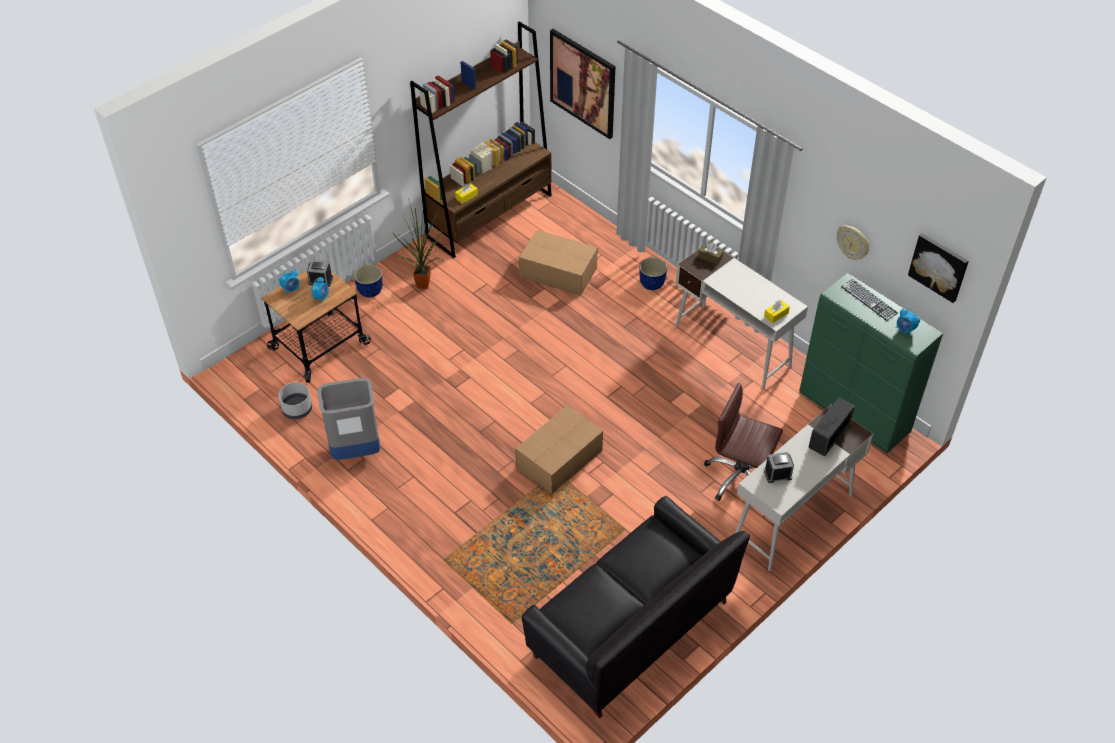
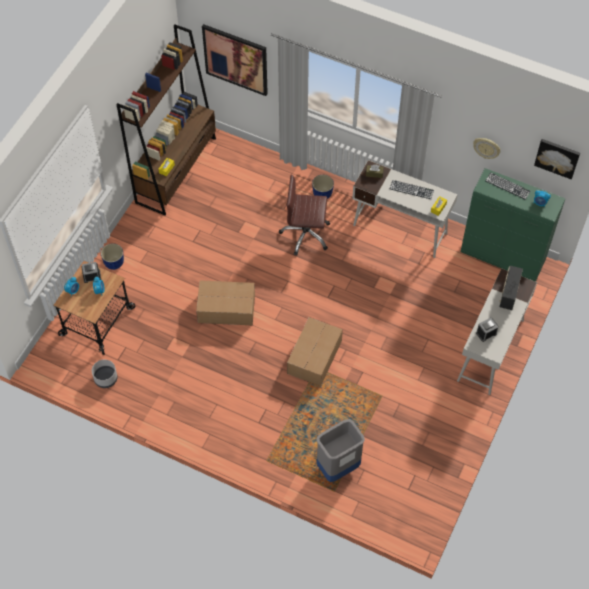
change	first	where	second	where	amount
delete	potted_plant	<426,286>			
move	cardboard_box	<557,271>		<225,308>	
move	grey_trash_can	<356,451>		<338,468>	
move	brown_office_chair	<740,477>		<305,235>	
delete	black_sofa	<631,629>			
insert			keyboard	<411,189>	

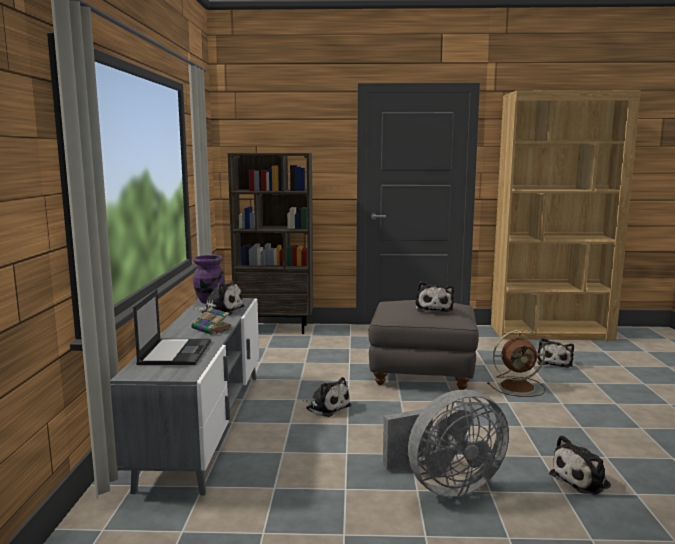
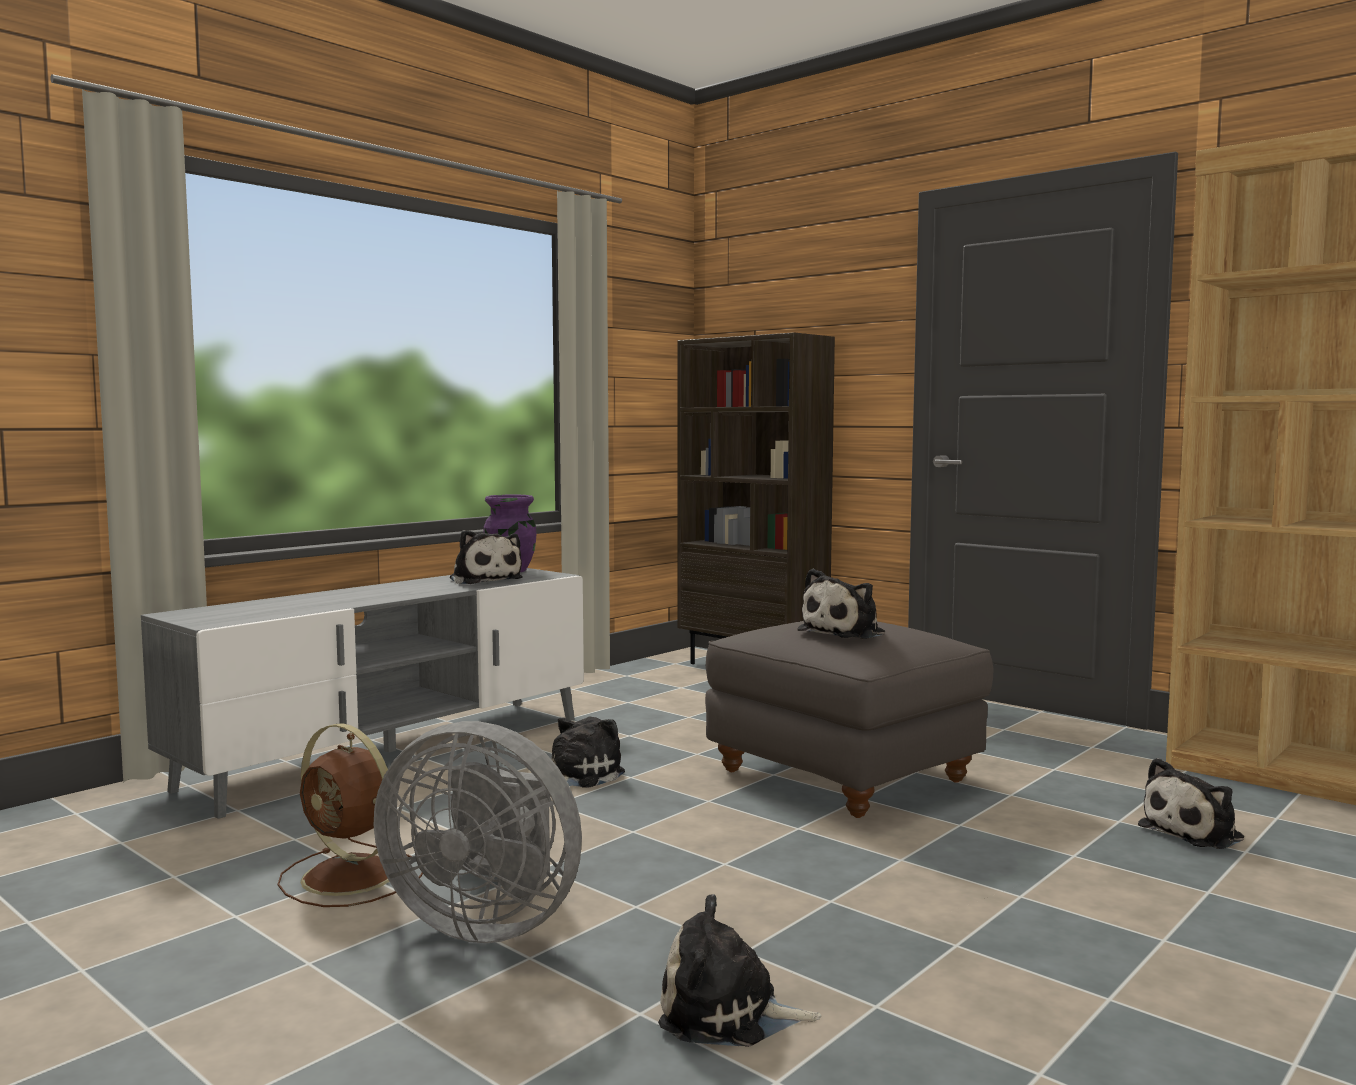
change	first	where	second	where	amount
delete	laptop	<175,352>			
delete	book	<212,329>			
move	brown_fan	<518,386>		<352,877>	
rotate	plush_toy	<326,407>		<578,776>	135 degrees counterclockwise

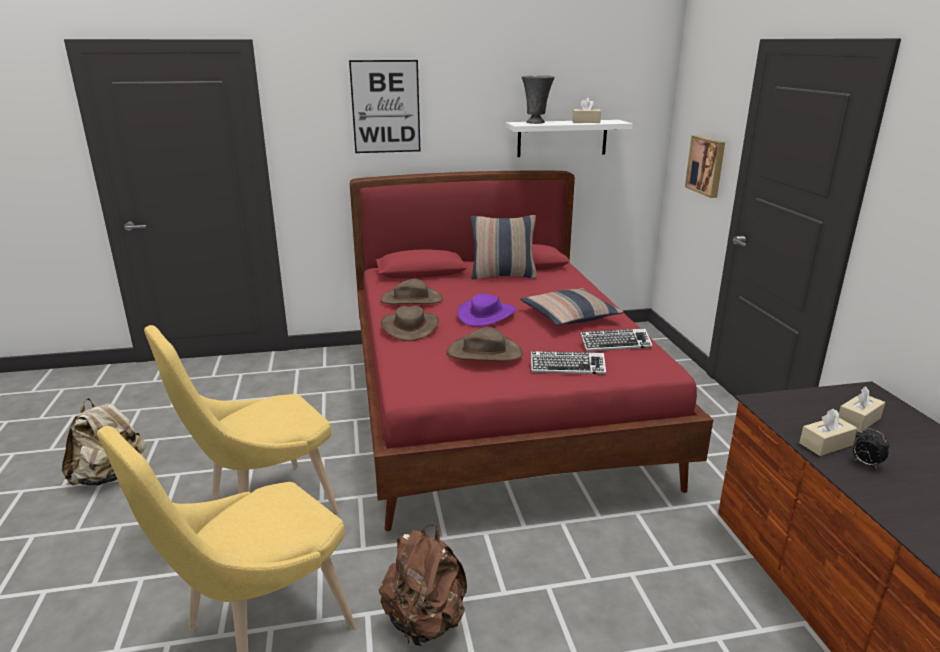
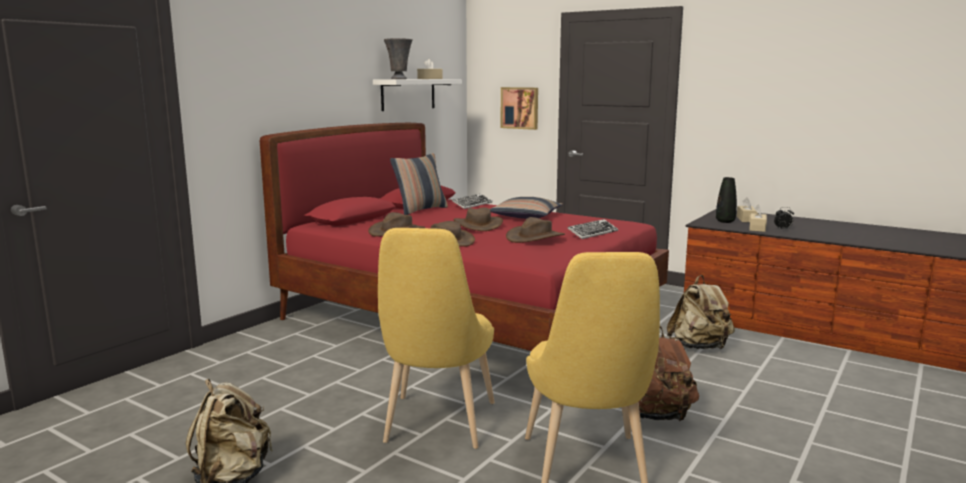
change	first	where	second	where	amount
delete	picture	<385,107>			
recolor	purple_hat	<487,315>	brown_hat	<478,225>	
move	keyboard	<615,344>		<472,204>	
insert			black_vase	<725,221>	
insert			beige_backpack	<699,347>	

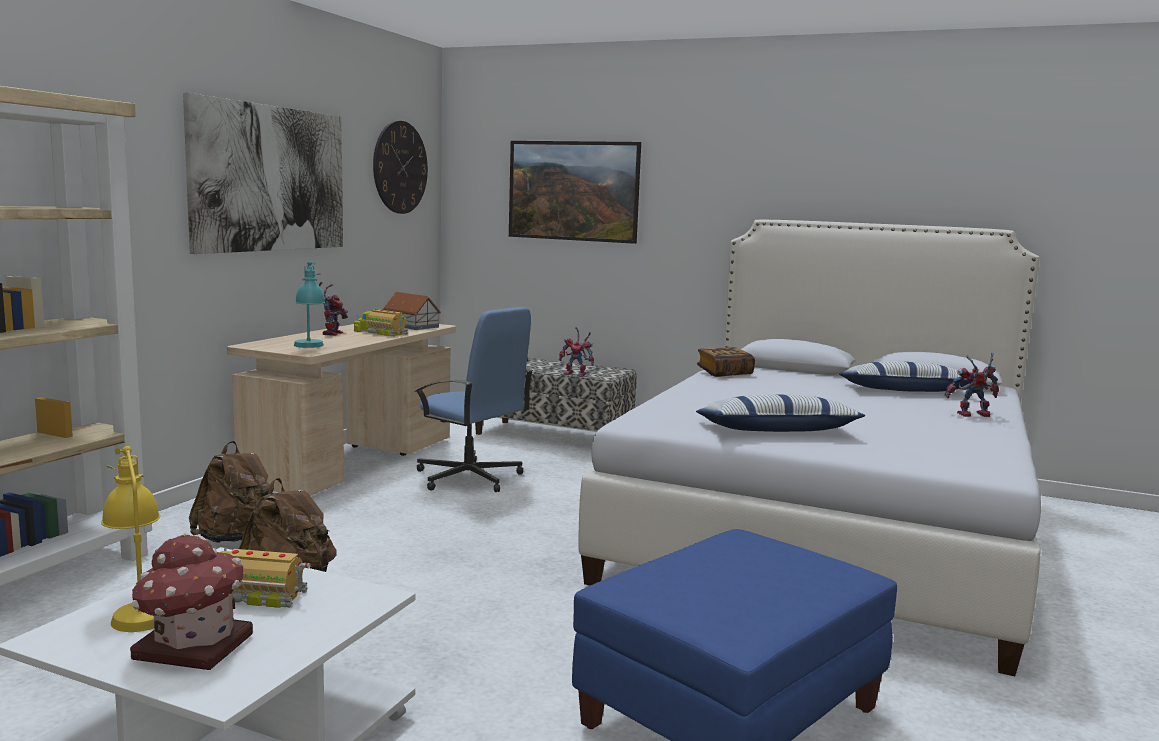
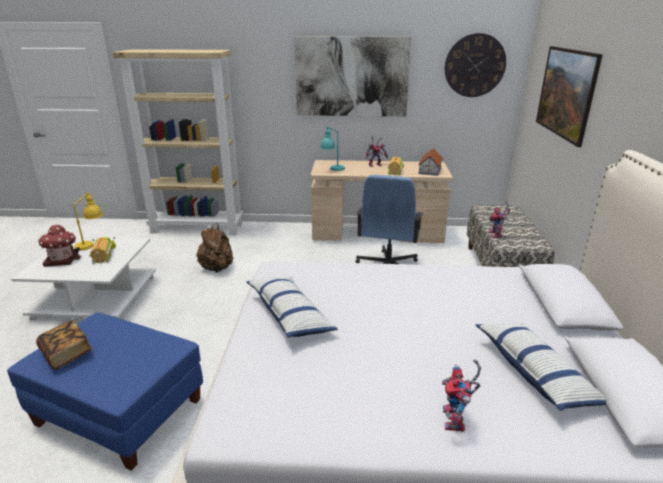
change	first	where	second	where	amount
move	book	<724,373>		<66,353>	
rotate	toy_robot	<971,415>		<456,422>	150 degrees counterclockwise
delete	brown_backpack	<237,540>			

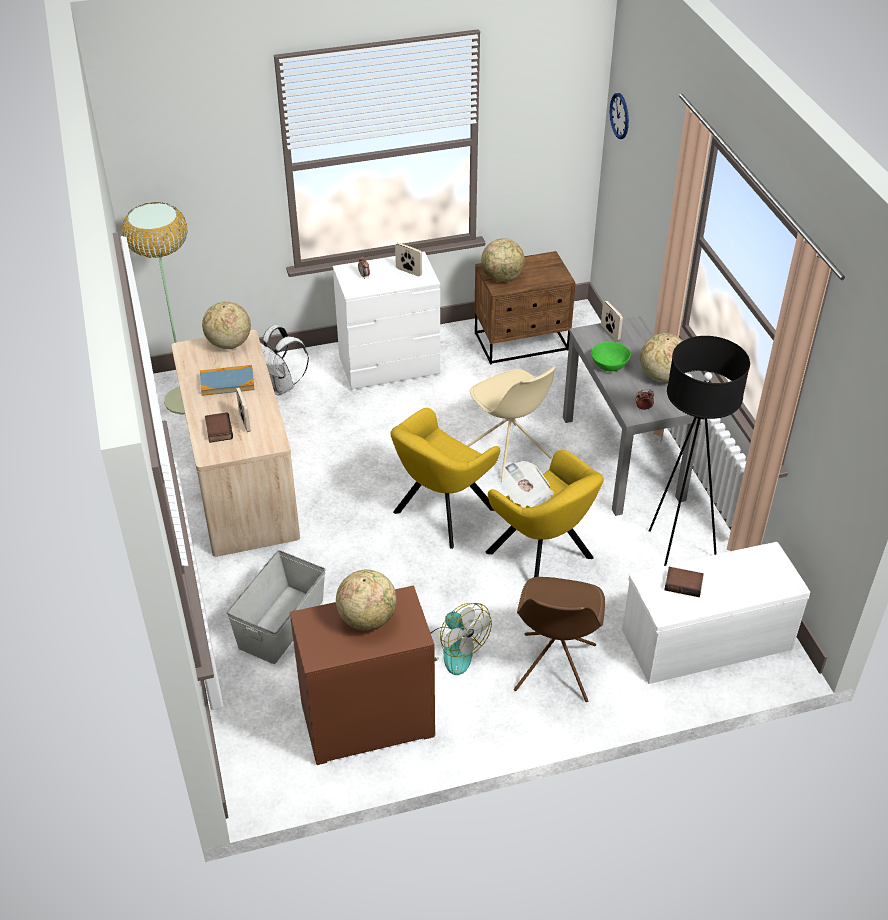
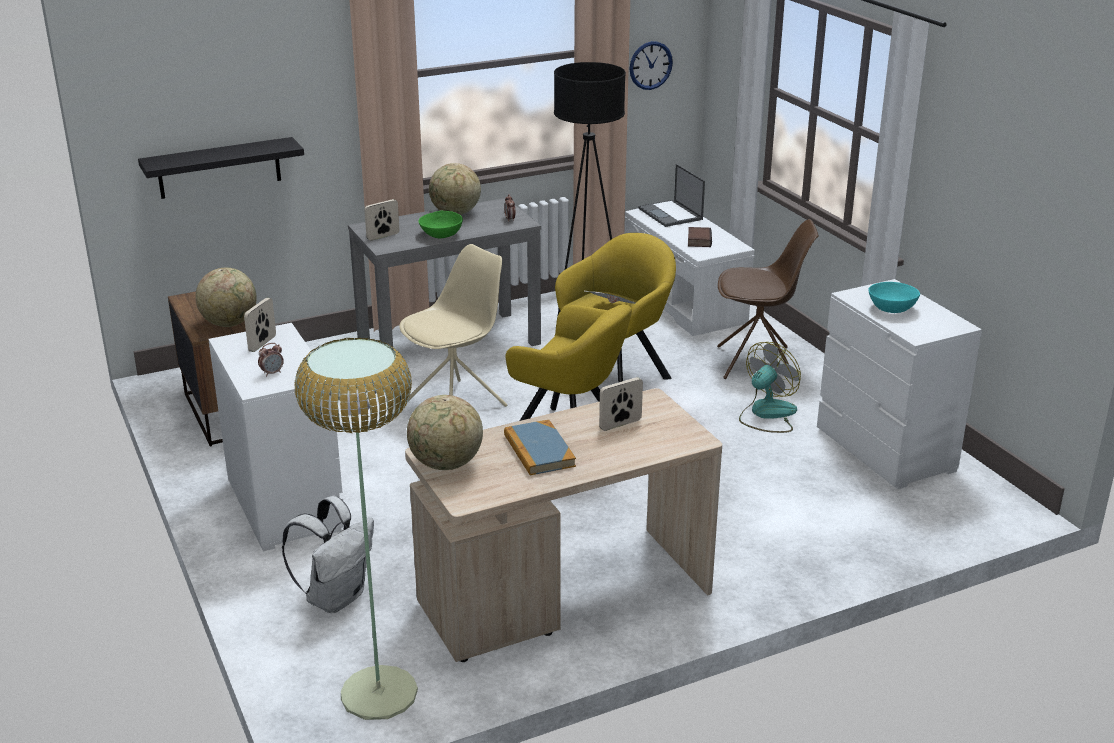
change	first	where	second	where	amount
move	wall_clock	<619,116>		<650,65>	
delete	book	<218,430>			
delete	grey_storage_box	<280,624>			
replace	globe	<367,619>	turquoise_bowl	<891,308>	
recolor	brown_dresser	<366,721>	white_dresser	<885,450>	
insert			black_shelf	<219,168>	
insert			laptop	<671,214>	

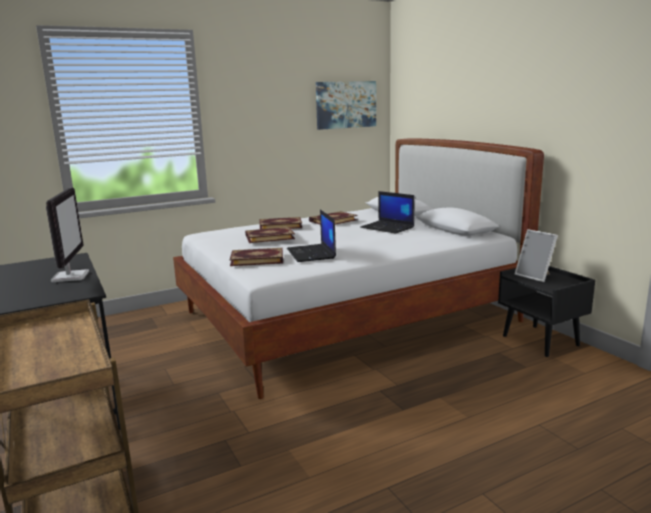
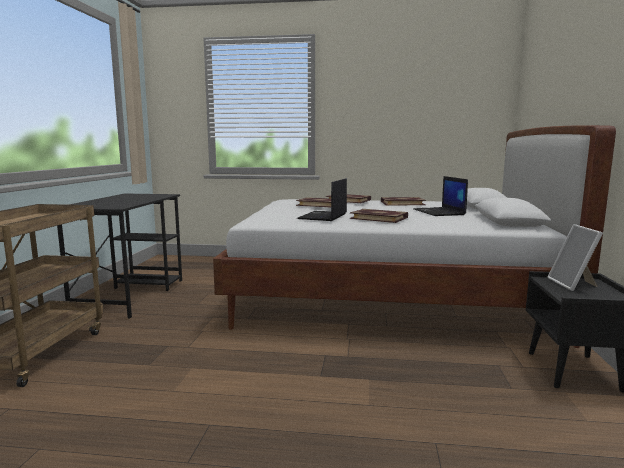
change	first	where	second	where	amount
delete	picture	<346,104>			
delete	monitor	<70,276>			
move	book	<257,259>		<379,218>	

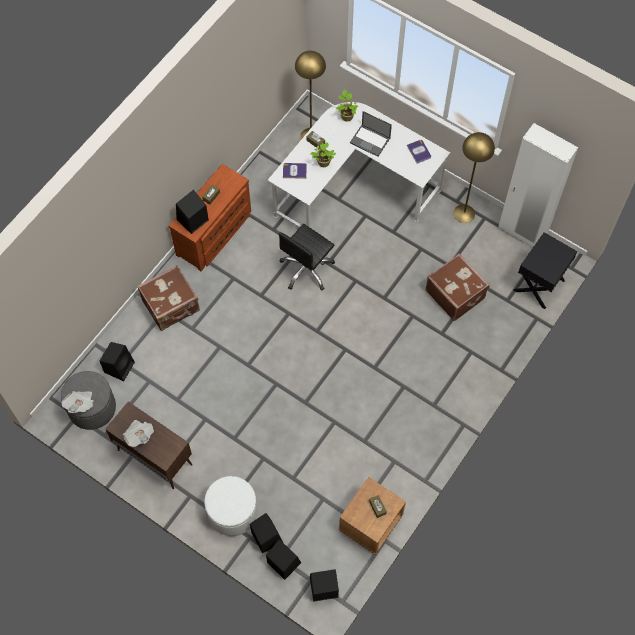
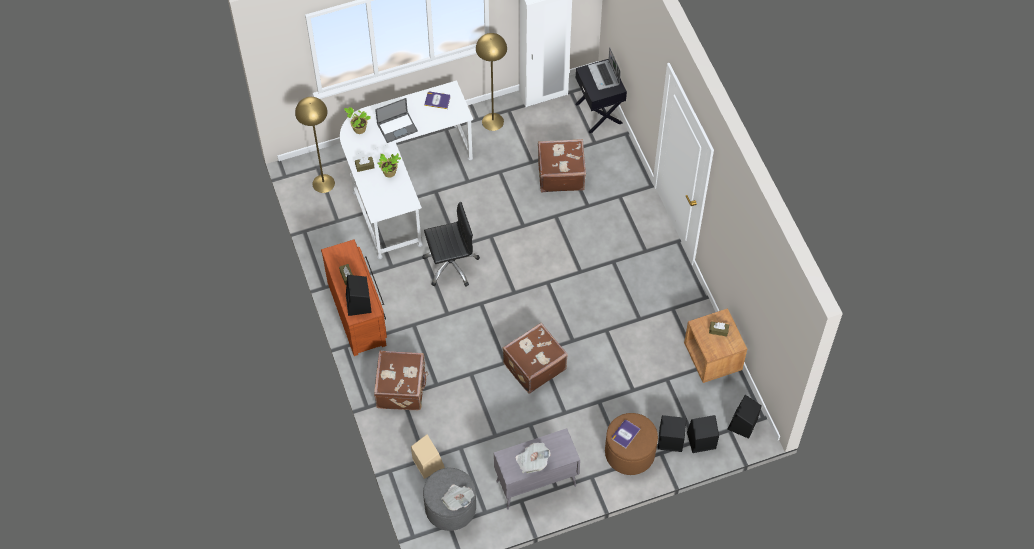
change	first	where	second	where	amount
move	book	<294,171>		<625,434>	
rotate	black_office_chair	<307,269>		<451,265>	90 degrees counterclockwise
recolor	black_speaker	<119,366>	beige_speaker	<428,463>	
recolor	brown_cabinet	<154,457>	grey_cabinet	<535,484>	
recolor	white_ottoman	<232,512>	brown_ottoman	<629,452>	
insert			laptop	<604,76>	
insert			brown_suitcase	<533,366>	

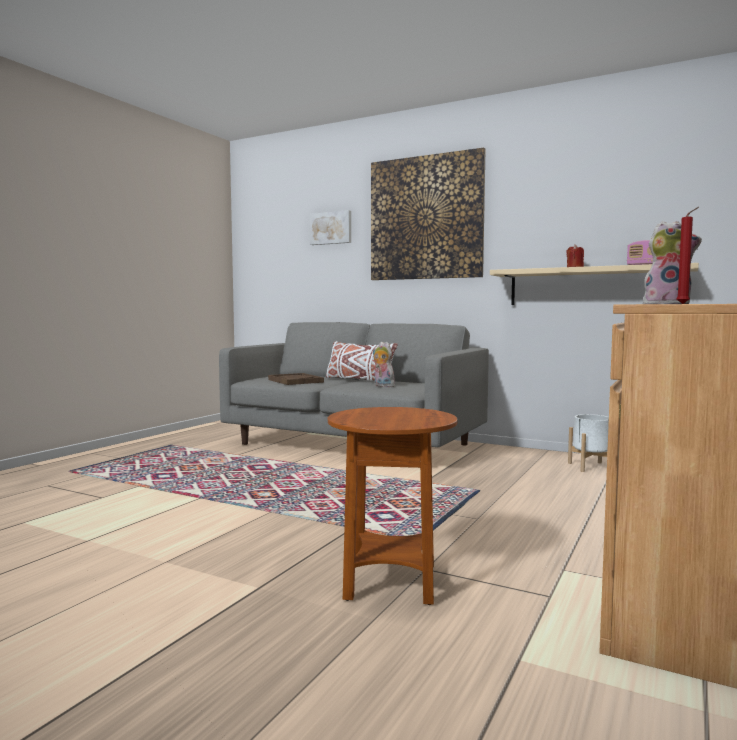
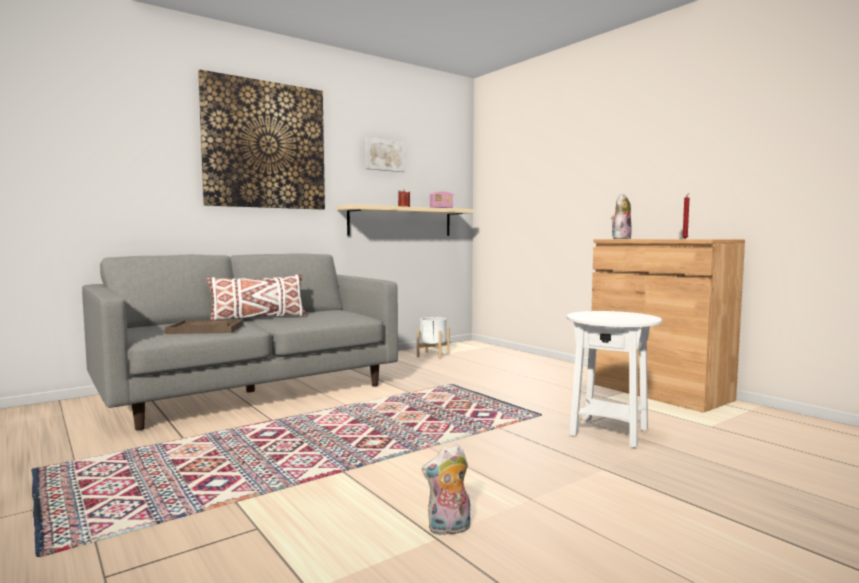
change	first	where	second	where	amount
move	picture	<331,228>		<384,155>	
move	plush_toy	<382,386>		<449,529>	
recolor	brown_side_table	<391,582>	white_side_table	<609,433>	

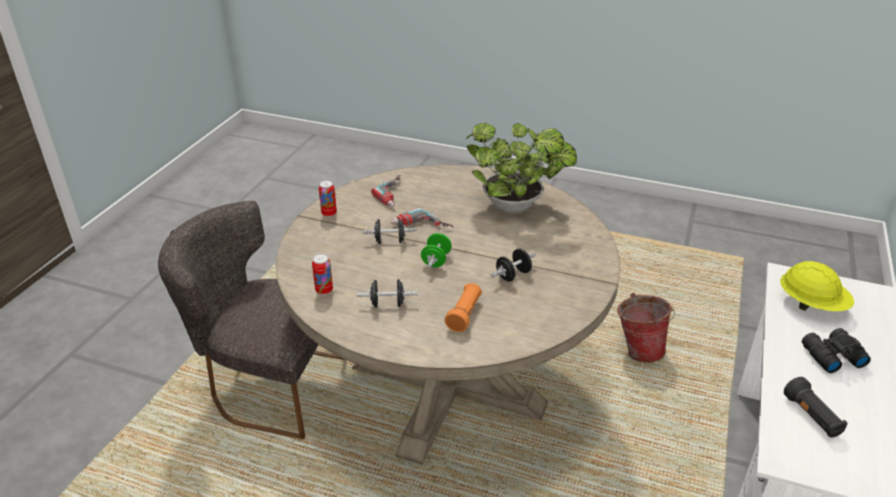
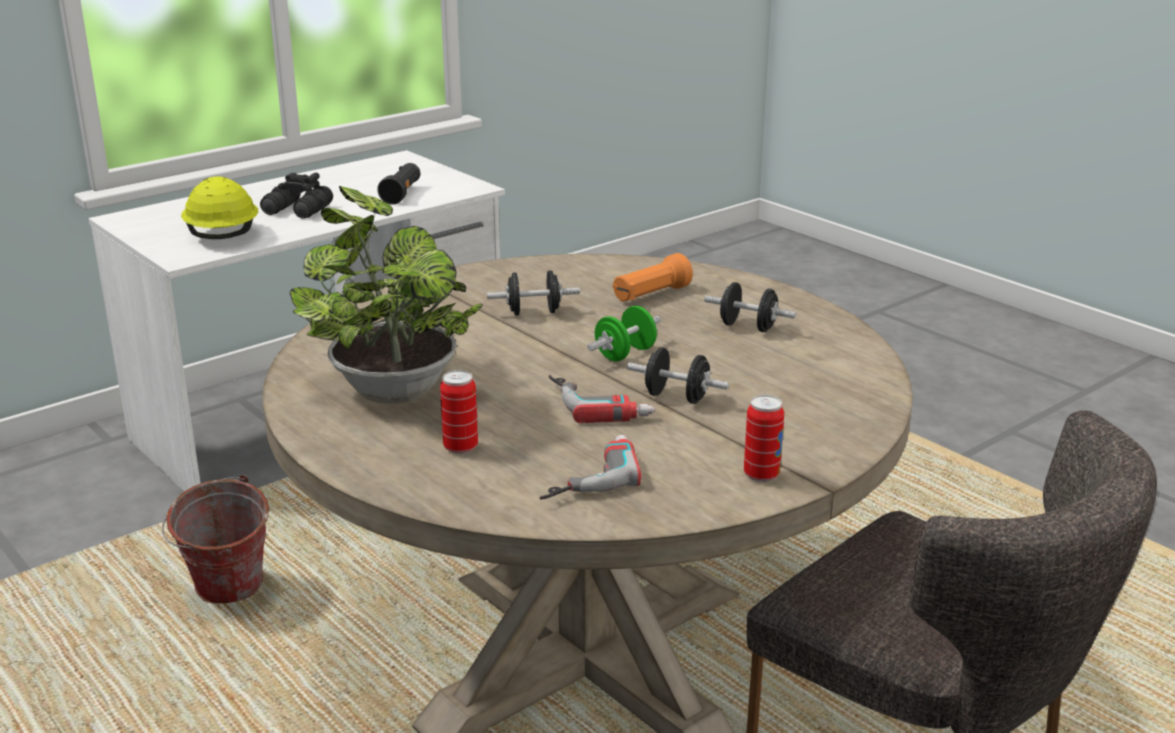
change	first	where	second	where	amount
move	can	<324,290>		<460,447>	

